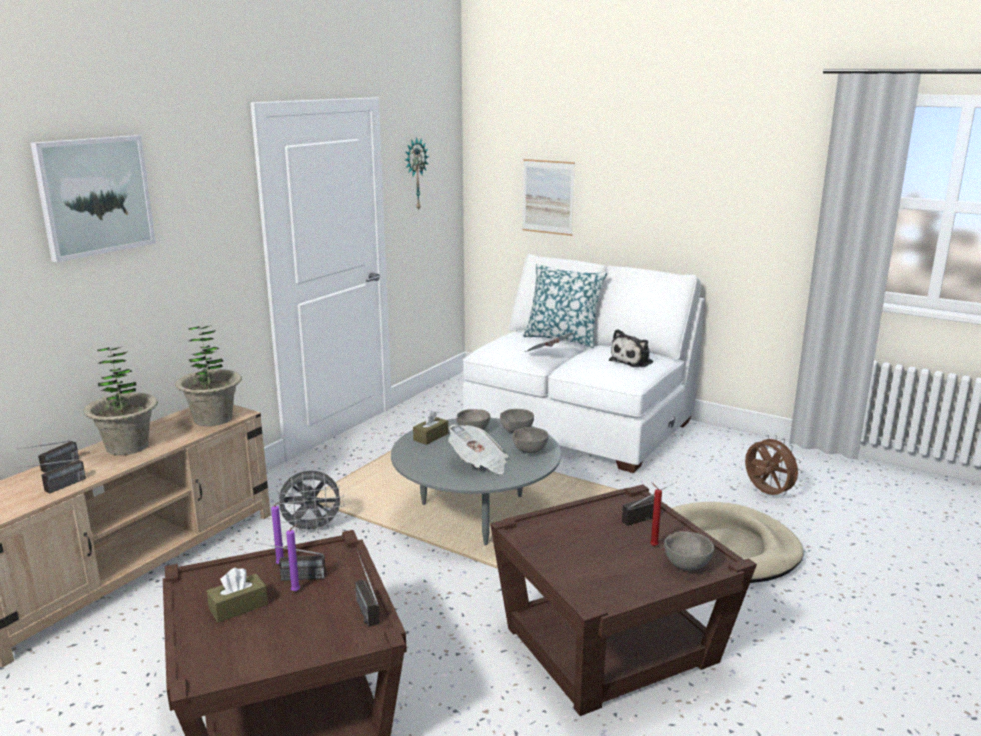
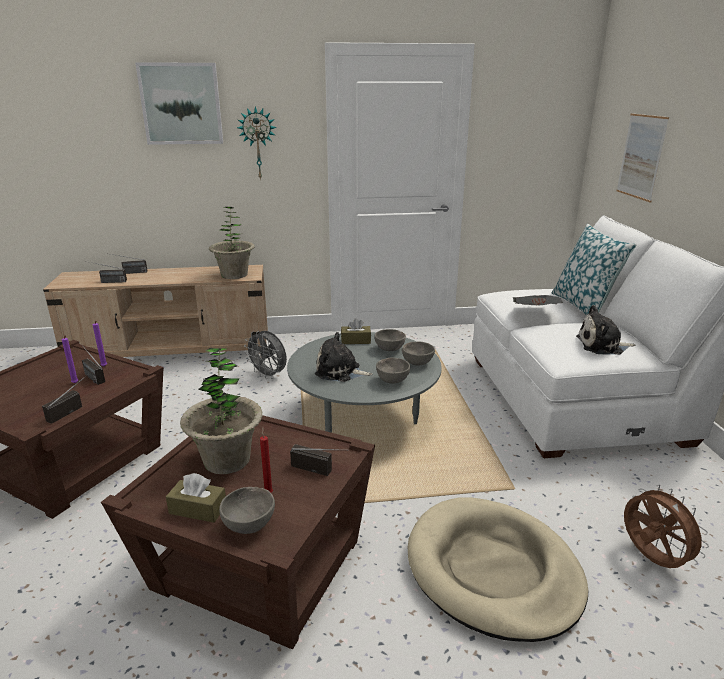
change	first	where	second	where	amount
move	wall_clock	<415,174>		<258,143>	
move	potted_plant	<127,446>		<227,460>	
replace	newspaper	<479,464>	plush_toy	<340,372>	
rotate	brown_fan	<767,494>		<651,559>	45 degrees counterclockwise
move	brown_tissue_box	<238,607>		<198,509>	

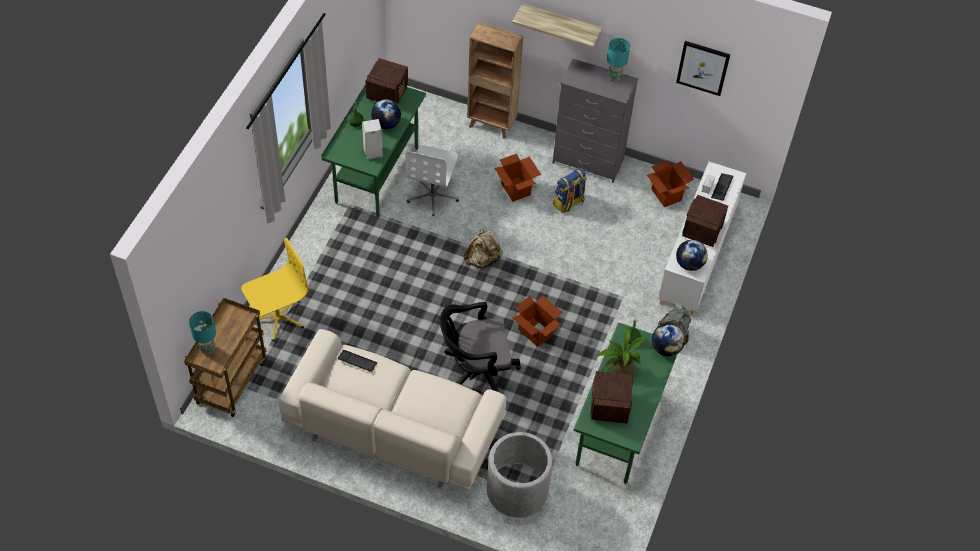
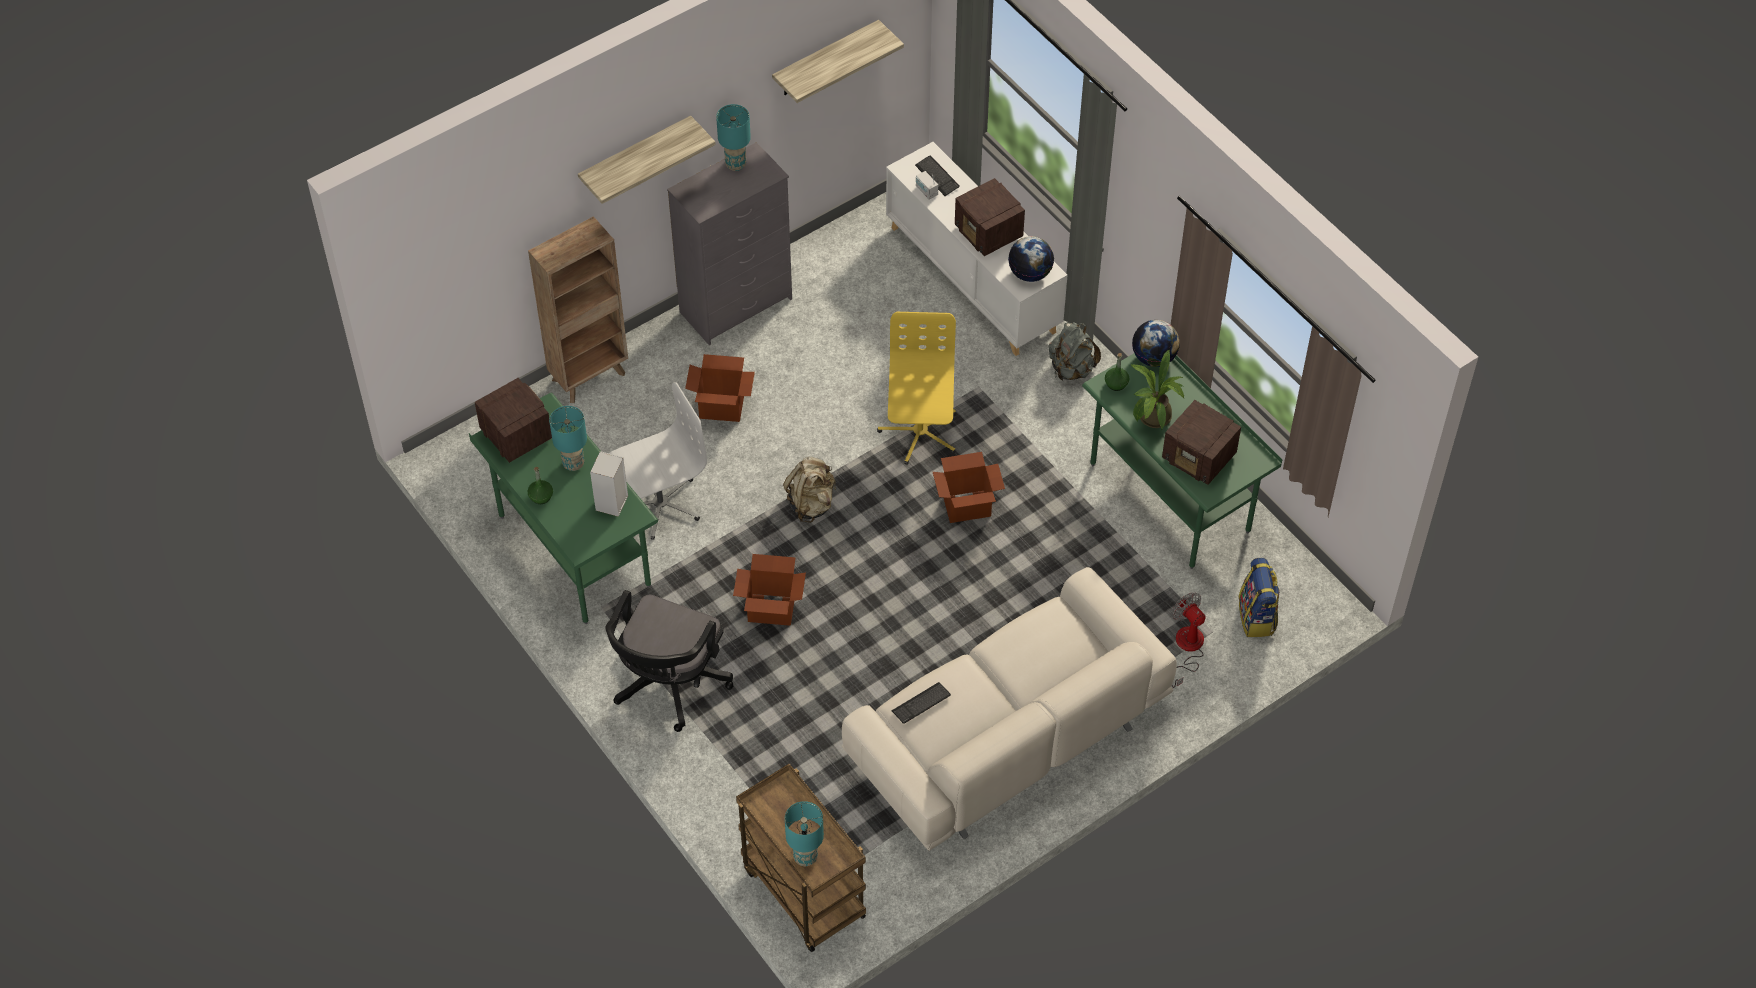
change	first	where	second	where	amount
replace	picture	<703,67>	shelf	<825,59>	
replace	globe	<386,124>	turquoise_table_lamp	<573,463>	
rotate	white_office_chair	<433,195>		<660,504>	75 degrees counterclockwise
move	cardboard_box	<666,195>		<771,610>	
move	backpack	<568,203>		<1257,617>	
move	yellow_office_chair	<277,317>		<919,433>	
move	black_office_chair	<475,371>		<668,685>	
replace	grey_planter	<517,490>	fan	<1187,648>	

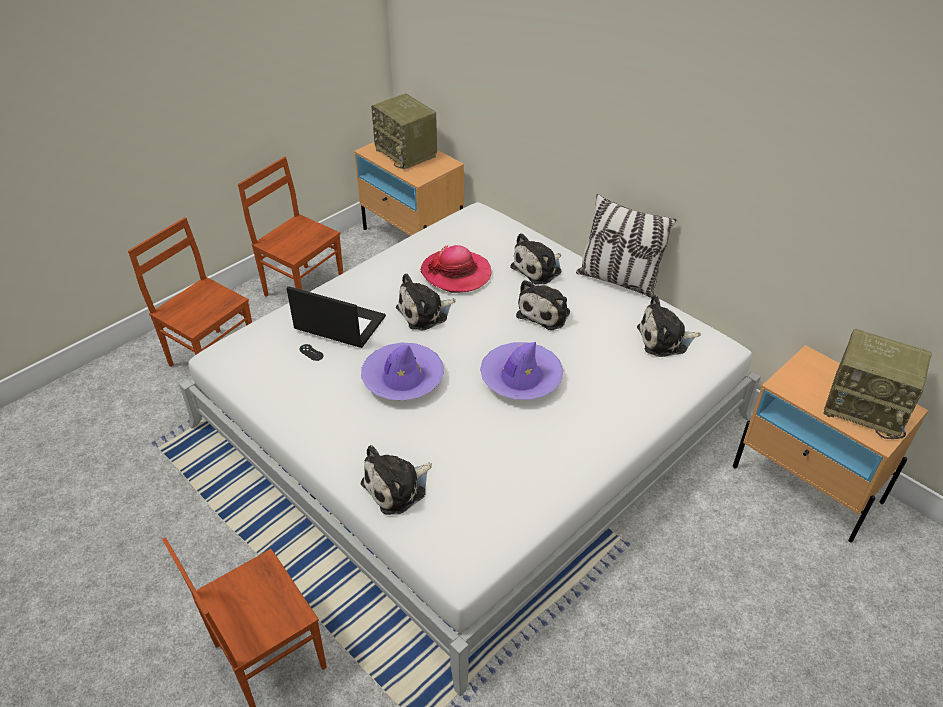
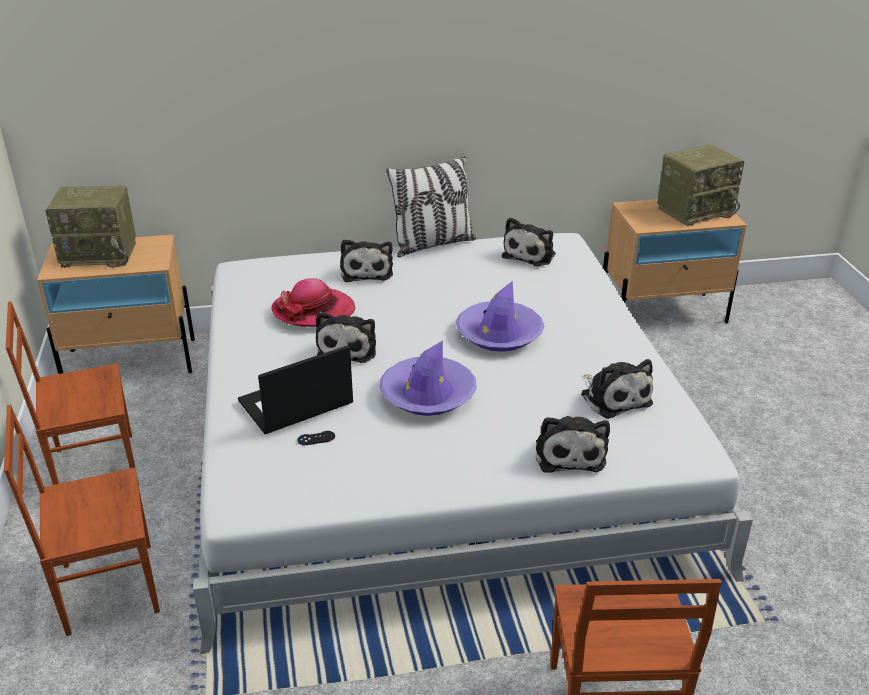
change	first	where	second	where	amount
move	plush_toy	<545,313>		<614,397>	

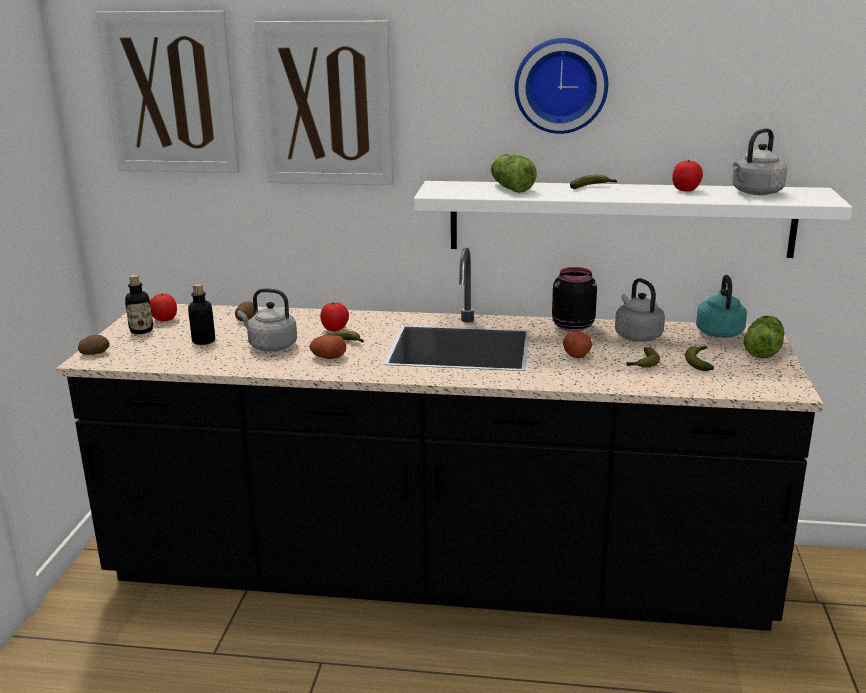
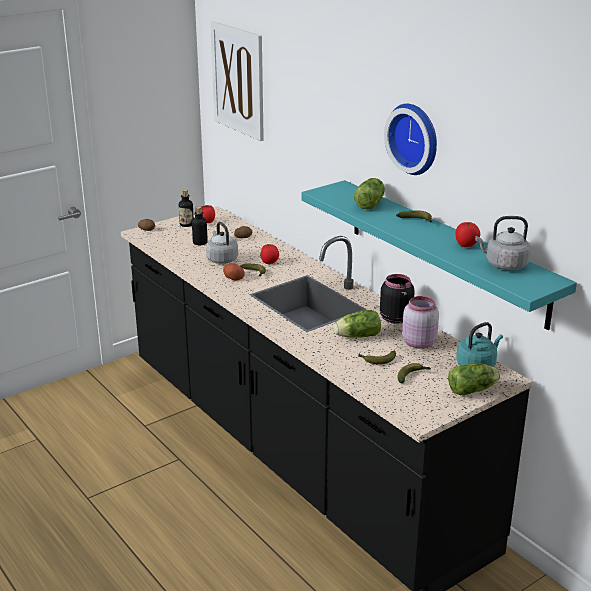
change	first	where	second	where	amount
delete	picture	<326,104>			
recolor	white_shelf	<620,218>	turquoise_shelf	<444,251>	
replace	grey_kettle	<636,336>	pink_jar	<418,342>	
replace	potato	<577,354>	lettuce	<356,336>	

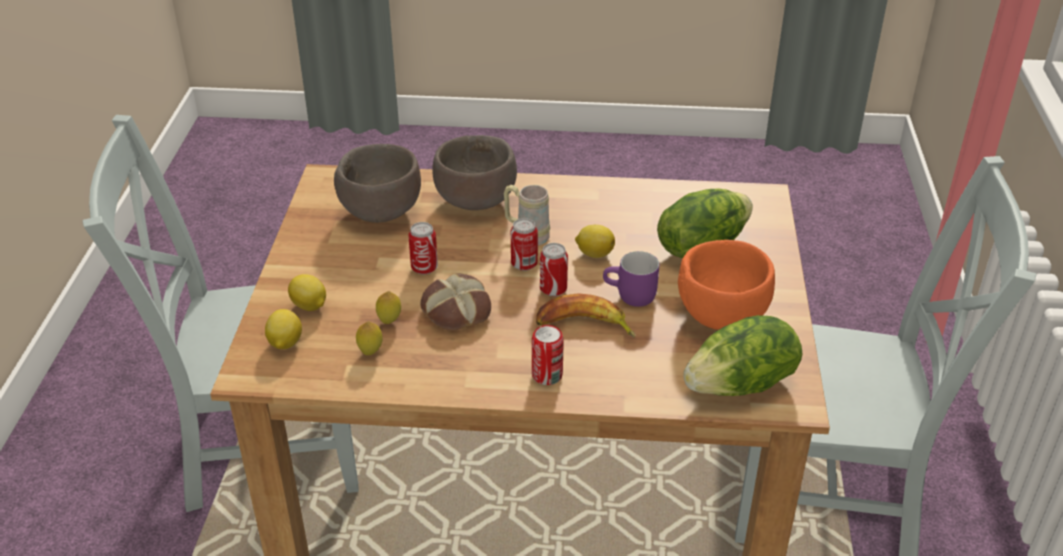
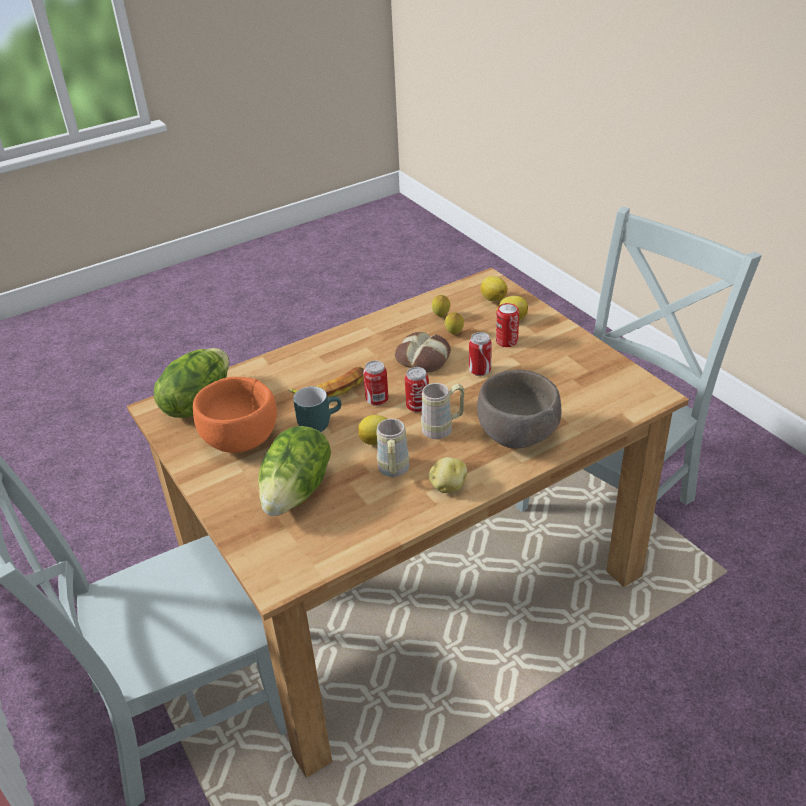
change	first	where	second	where	amount
delete	brown_bowl	<381,211>			
recolor	purple_mug	<630,297>	turquoise_mug	<318,422>	
move	can	<547,375>		<506,341>	
insert			beige_mug	<393,472>	
insert			potato	<447,486>	

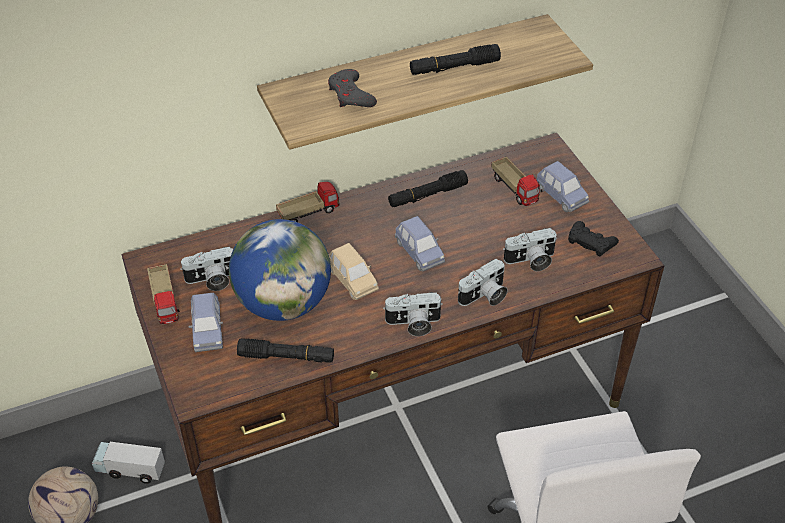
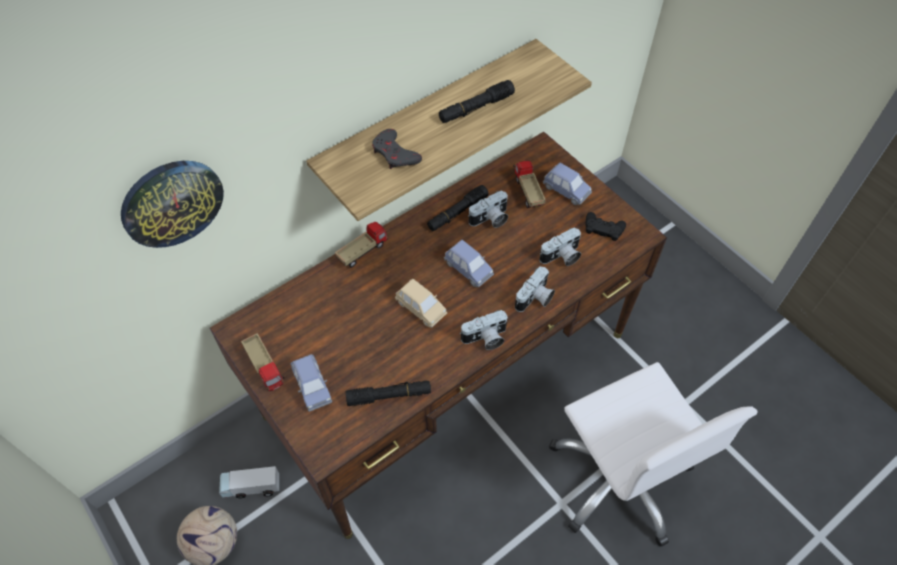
change	first	where	second	where	amount
rotate	toy_truck	<515,189>		<527,192>	150 degrees counterclockwise
delete	globe	<283,303>			
move	photo_camera	<212,280>		<490,219>	
insert			wall_clock	<172,202>	

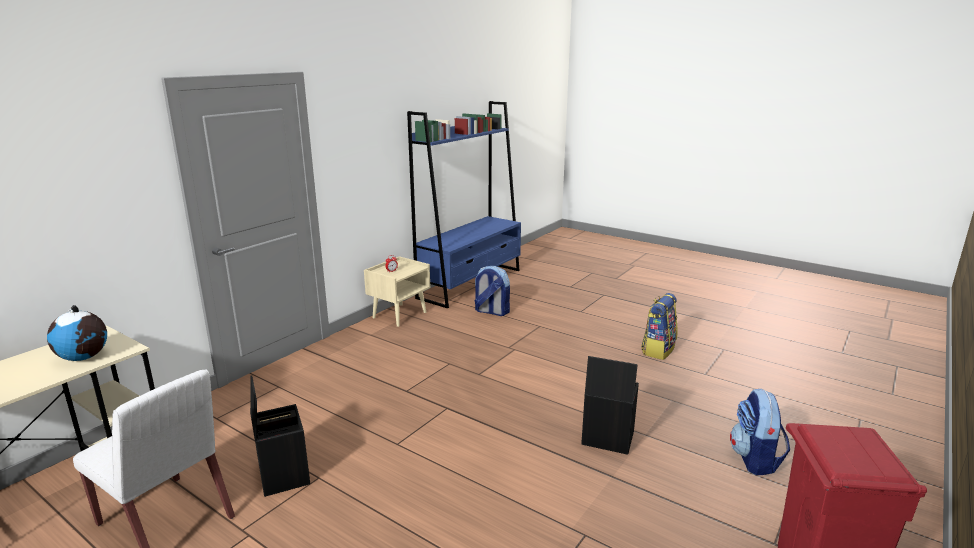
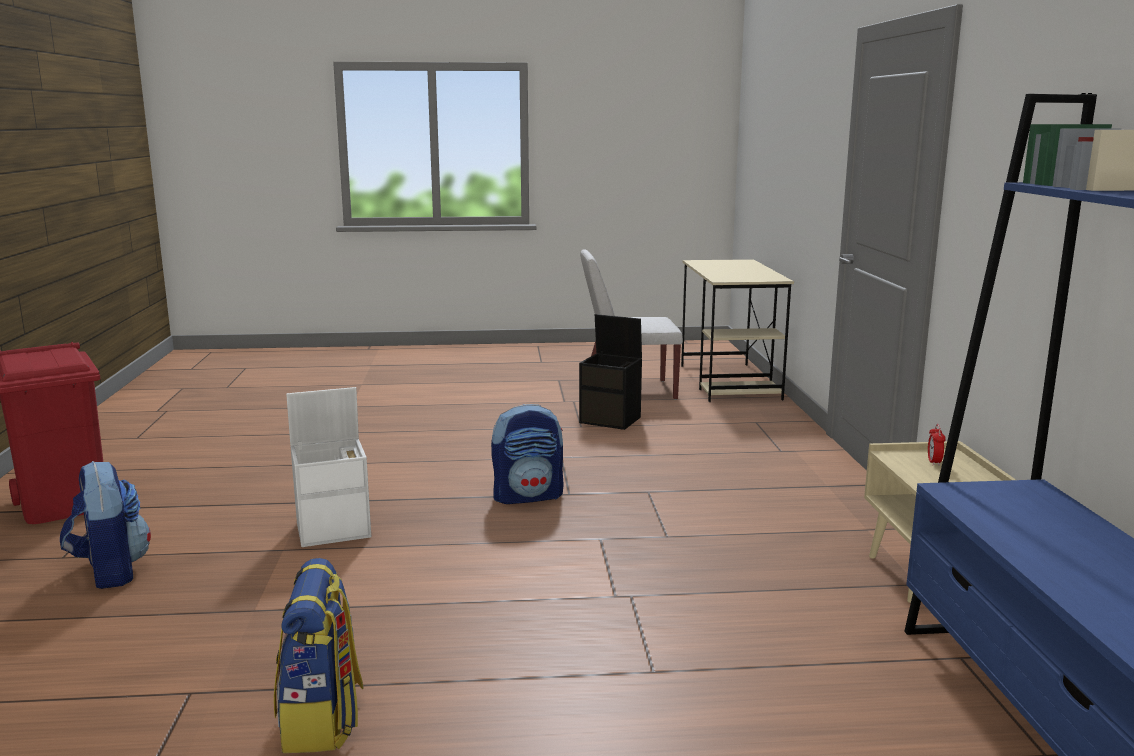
change	first	where	second	where	amount
move	backpack	<491,311>		<528,496>	
delete	globe	<84,357>			
recolor	black_storage_box	<606,438>	white_storage_box	<335,529>	

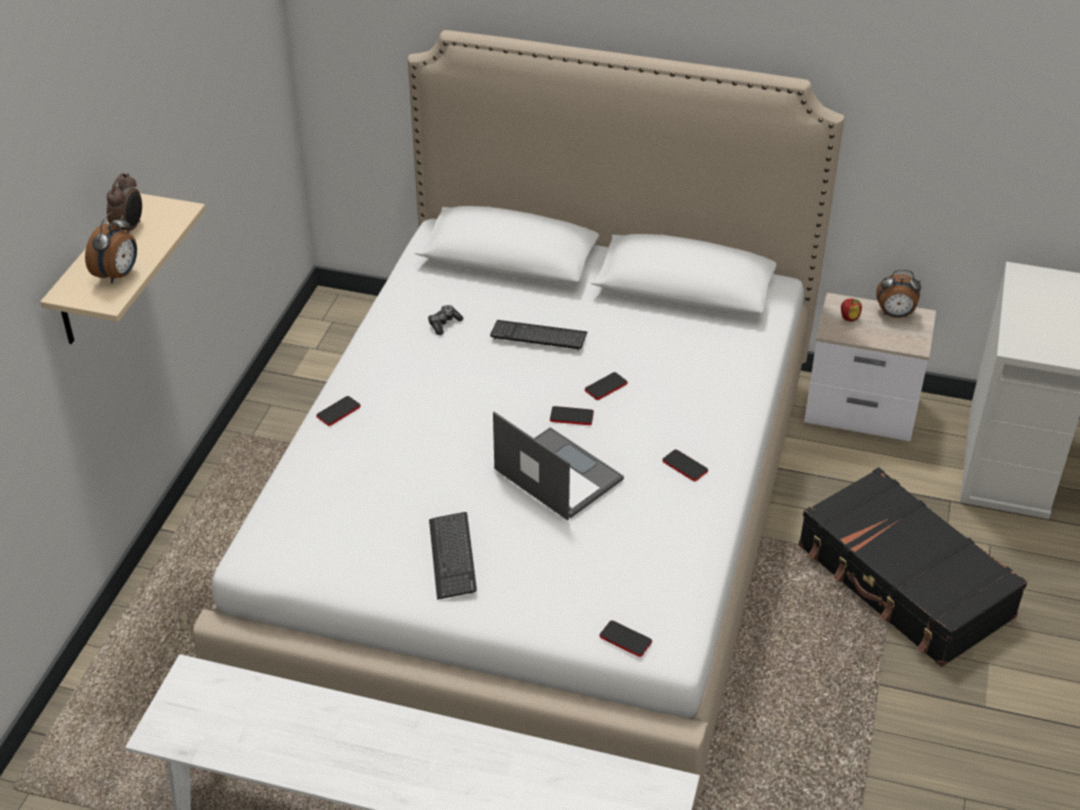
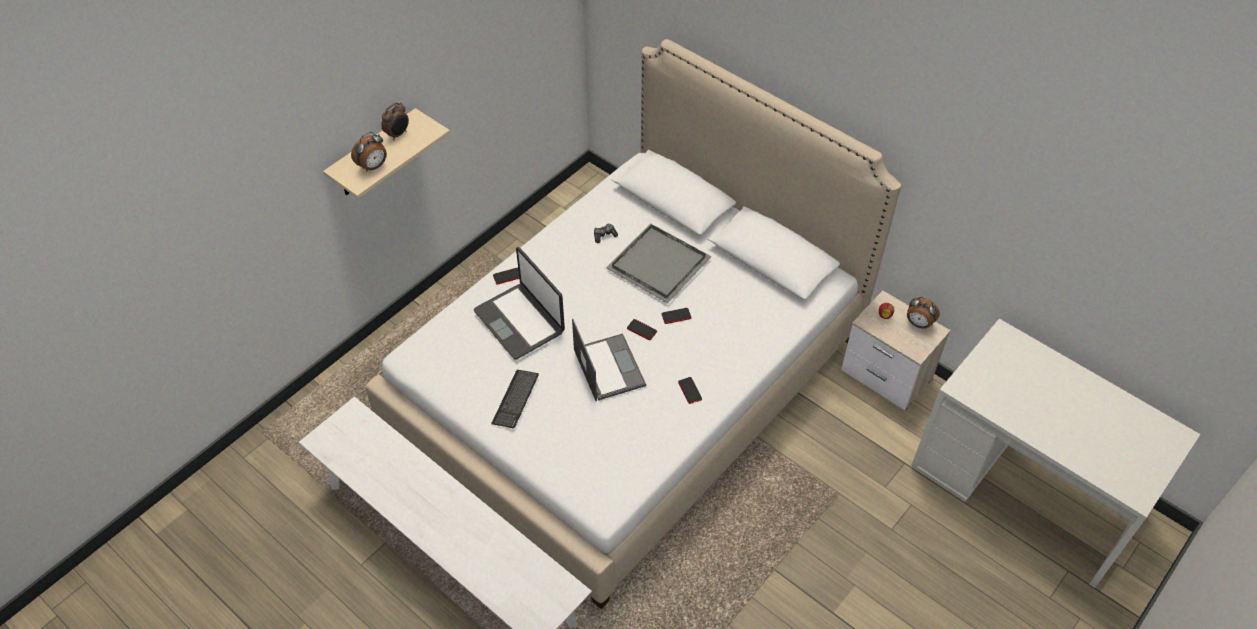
change	first	where	second	where	amount
replace	keyboard	<538,336>	grey_tray	<656,265>	
delete	black_suitcase	<903,582>			
delete	phone	<625,639>			
insert			laptop	<520,321>	

